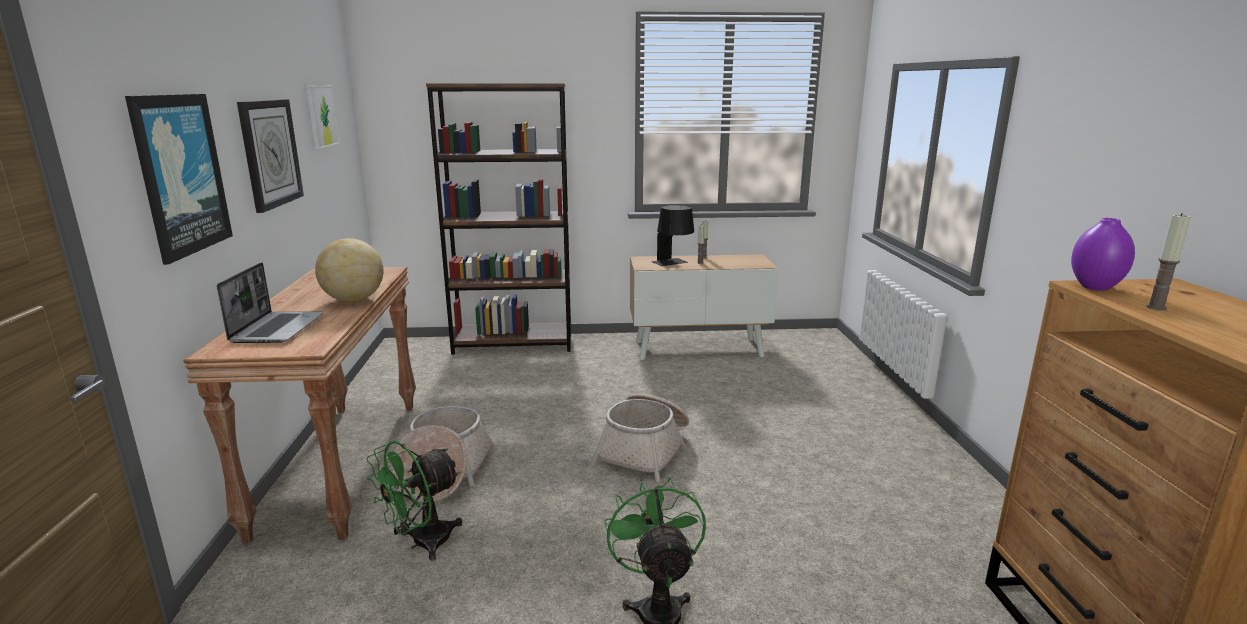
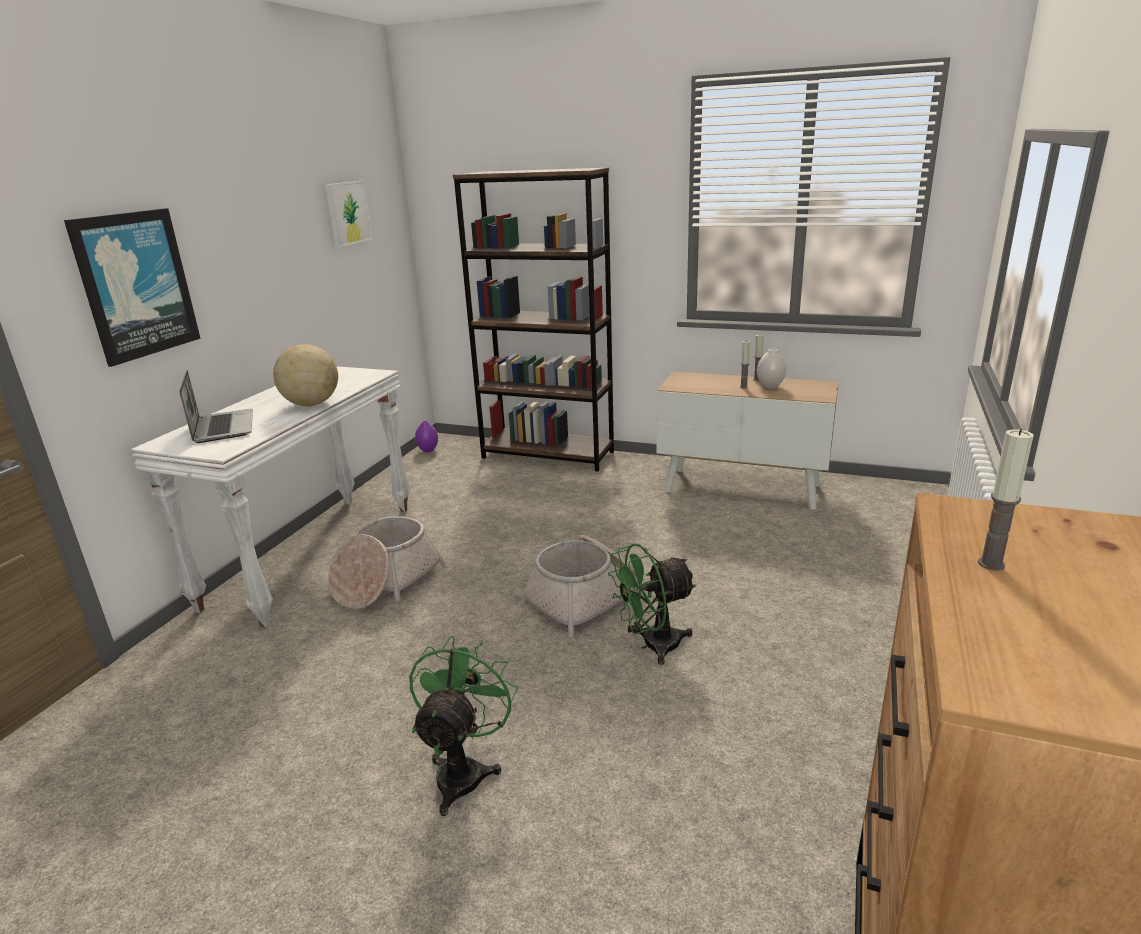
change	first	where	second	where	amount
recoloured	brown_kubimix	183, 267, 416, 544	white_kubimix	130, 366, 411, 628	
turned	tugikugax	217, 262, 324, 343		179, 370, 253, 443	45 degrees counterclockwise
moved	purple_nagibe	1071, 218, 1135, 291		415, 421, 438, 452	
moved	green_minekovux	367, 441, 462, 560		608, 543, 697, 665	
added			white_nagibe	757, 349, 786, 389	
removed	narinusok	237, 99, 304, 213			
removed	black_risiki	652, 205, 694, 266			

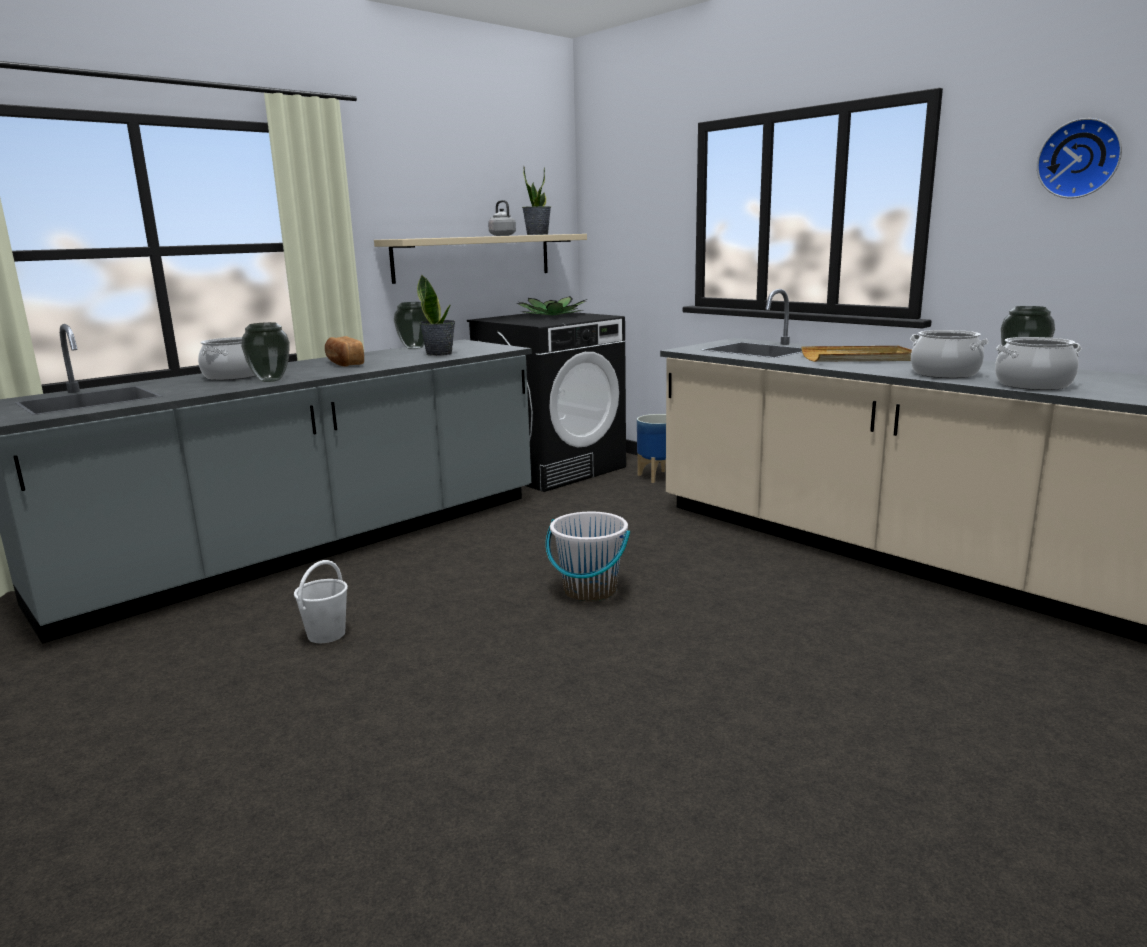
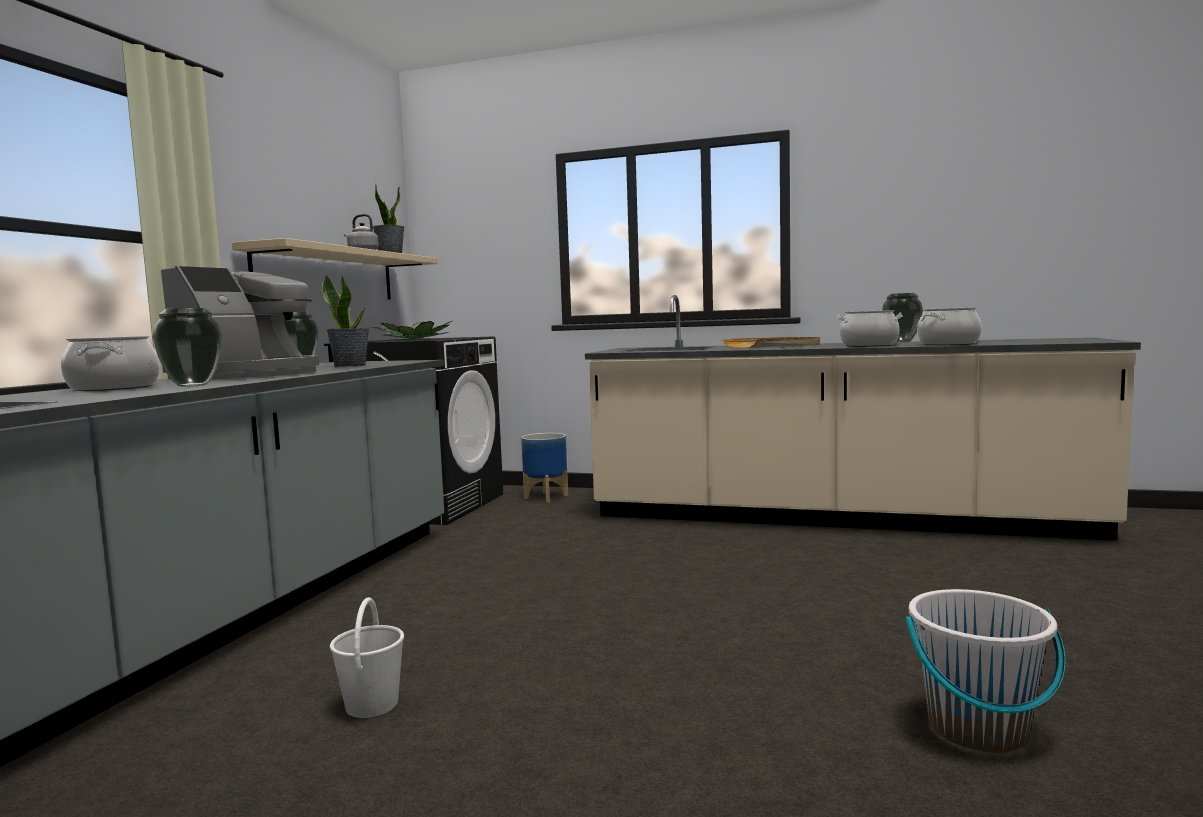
change	first	where	second	where	amount
replaced	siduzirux	325, 336, 364, 366	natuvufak	161, 266, 319, 379	
moved	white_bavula	546, 512, 630, 602		905, 589, 1066, 752	
removed	narinusok	1037, 118, 1122, 199			

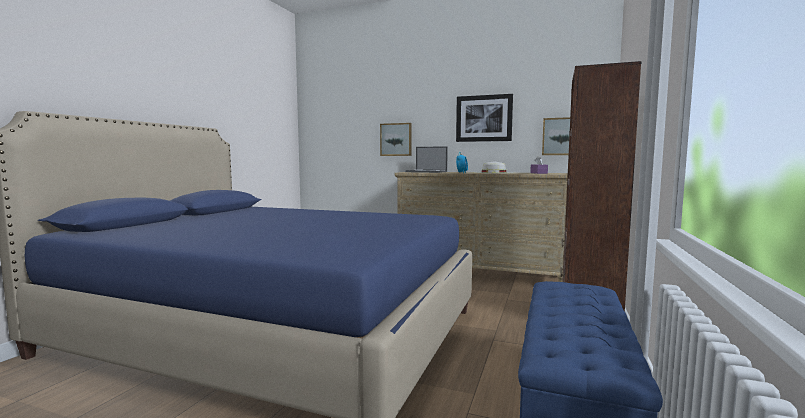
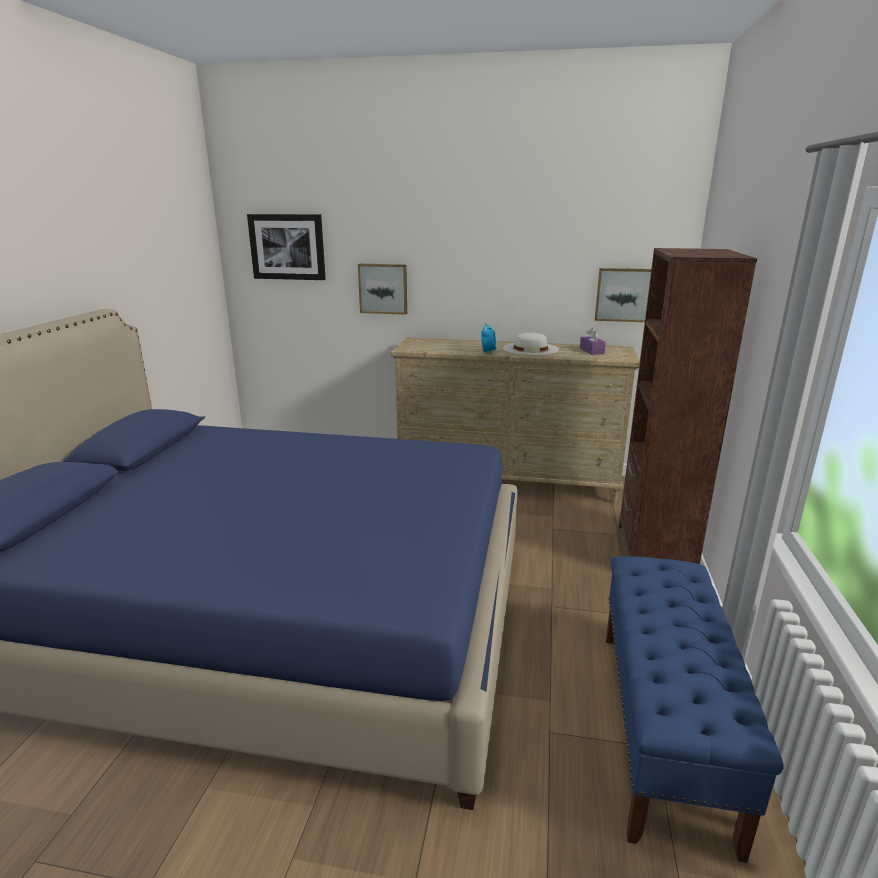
change	first	where	second	where	amount
moved	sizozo	456, 94, 513, 142		247, 214, 326, 280	
removed	tugikugax	405, 146, 448, 173			

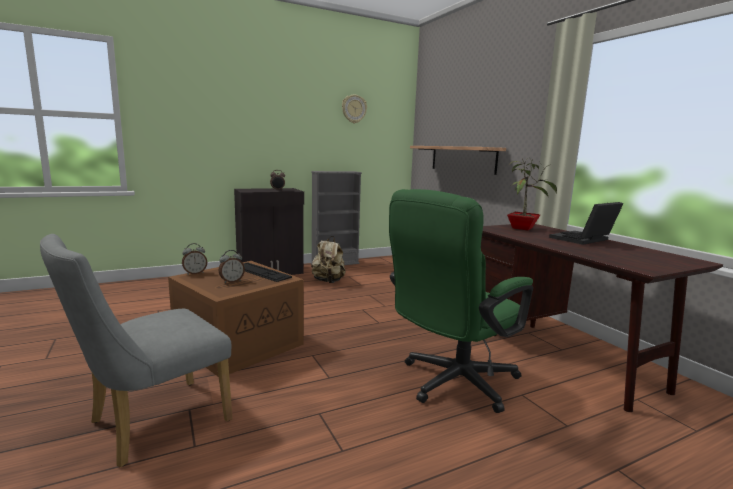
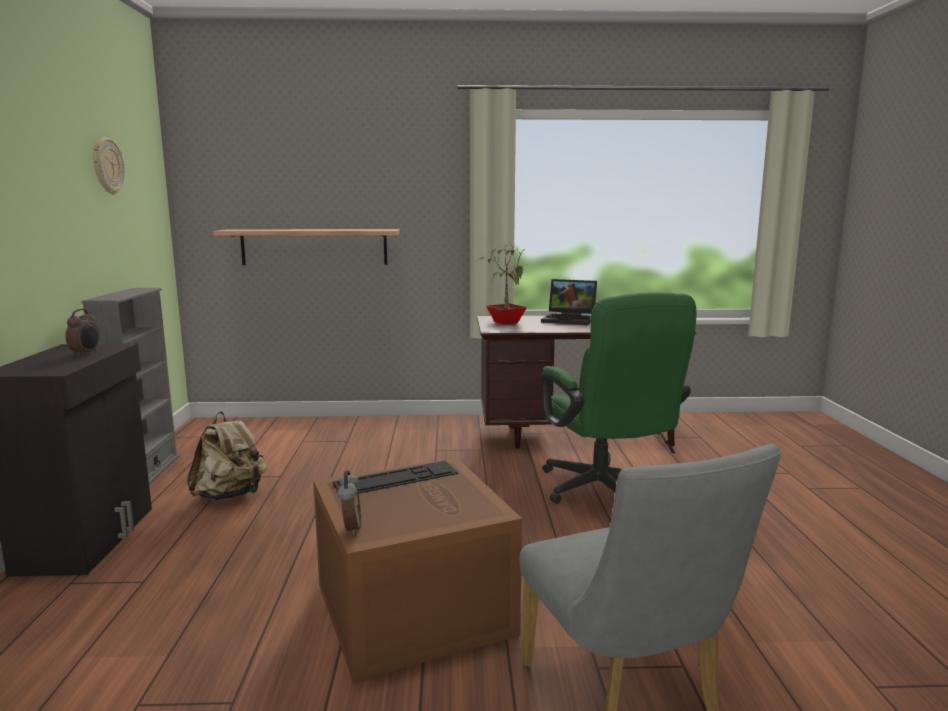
change	first	where	second	where	amount
turned	tugikugax	549, 202, 623, 245		541, 279, 597, 325	60 degrees counterclockwise
removed	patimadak	219, 250, 245, 283			

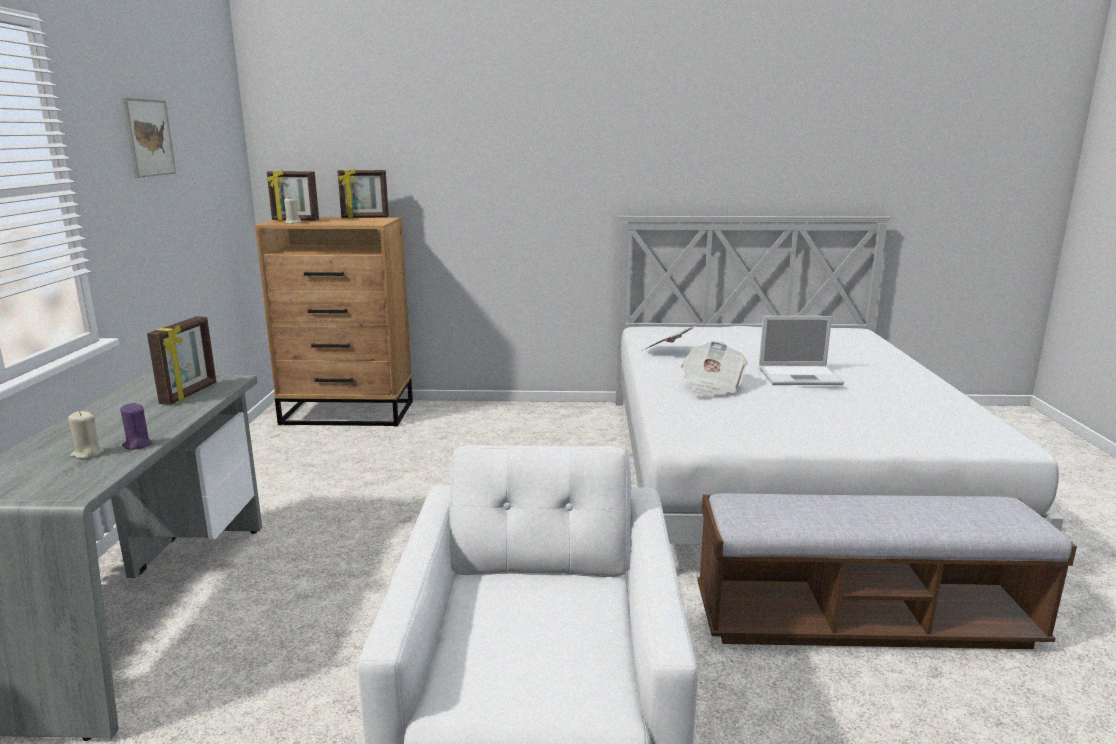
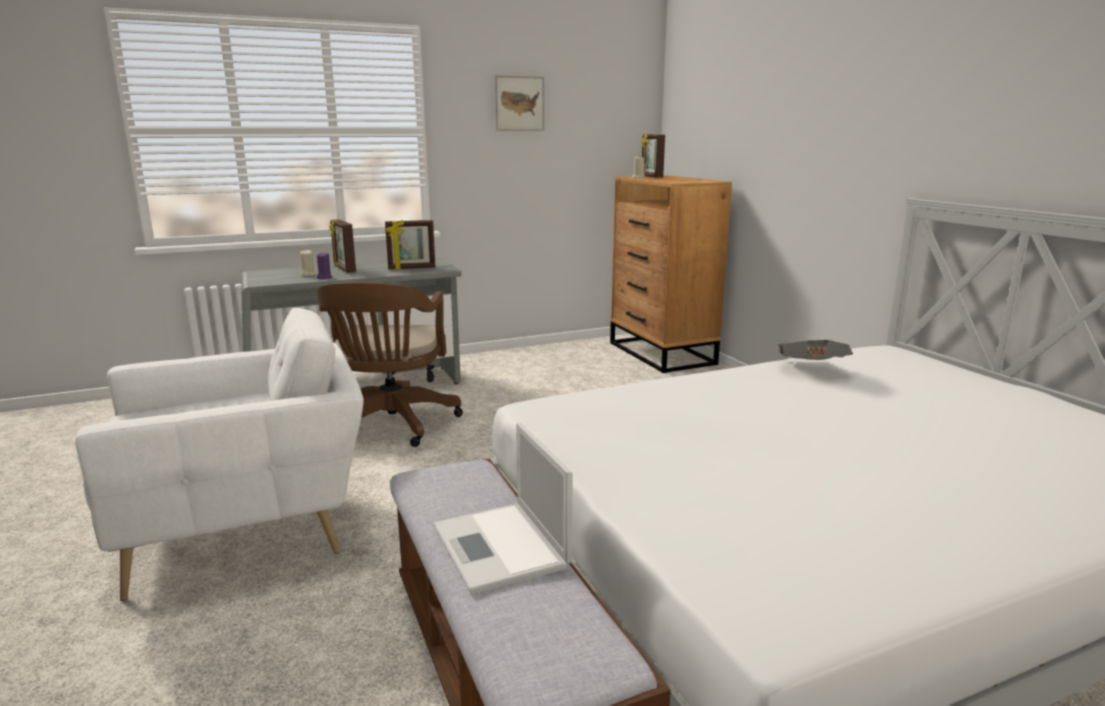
change	first	where	second	where	amount
added			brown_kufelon	316, 282, 463, 447	
moved	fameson	338, 169, 389, 219		329, 219, 356, 273	
moved	tugikugax	759, 316, 844, 385		433, 423, 573, 595	
removed	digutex	681, 341, 748, 397			

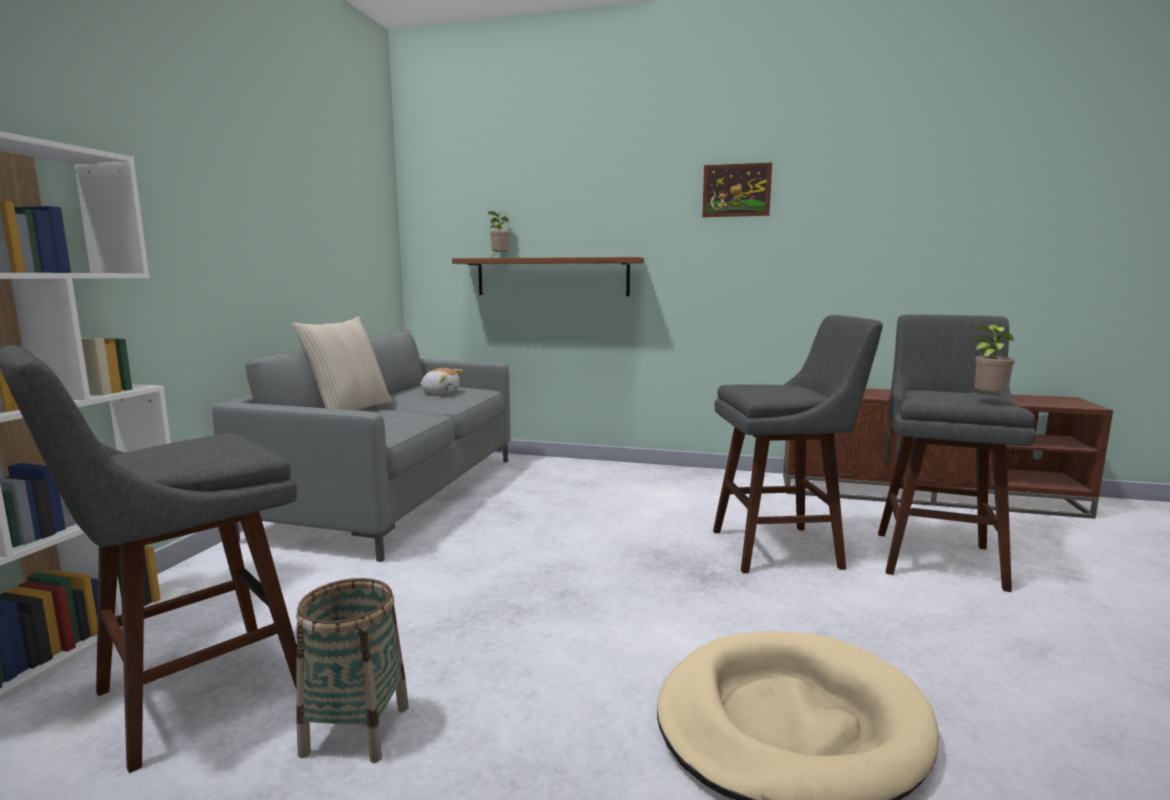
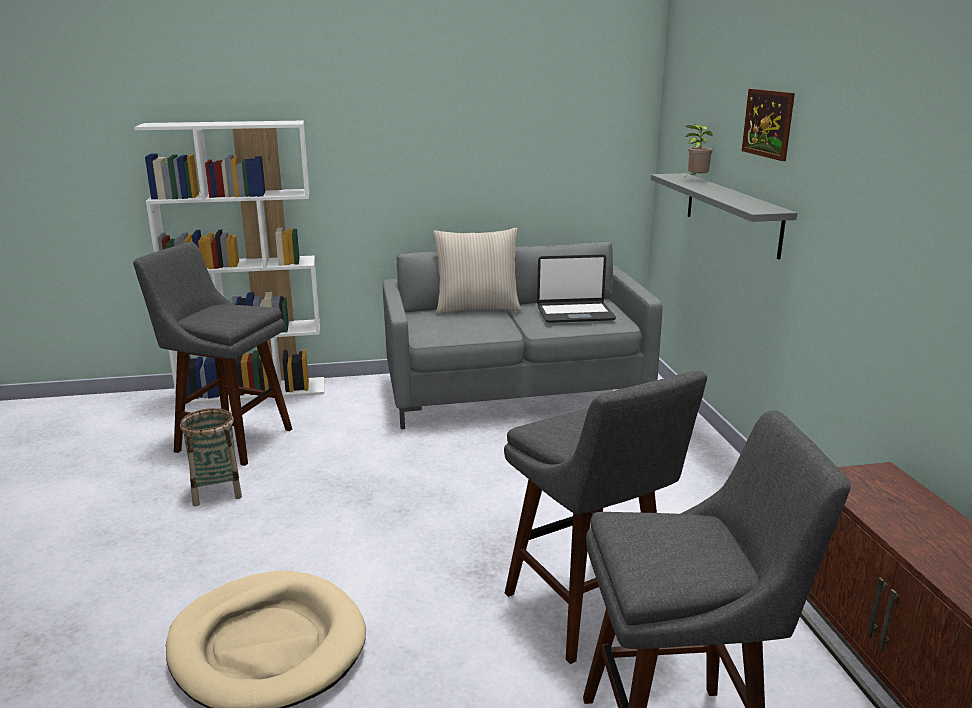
change	first	where	second	where	amount
replaced	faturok	420, 368, 463, 394	tugikugax	537, 254, 616, 323	
recoloured	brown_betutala	452, 257, 644, 296	grey_betutala	651, 173, 797, 259	
moved	sizozo	702, 162, 772, 217		742, 89, 795, 161	
removed	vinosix	966, 324, 1015, 398			

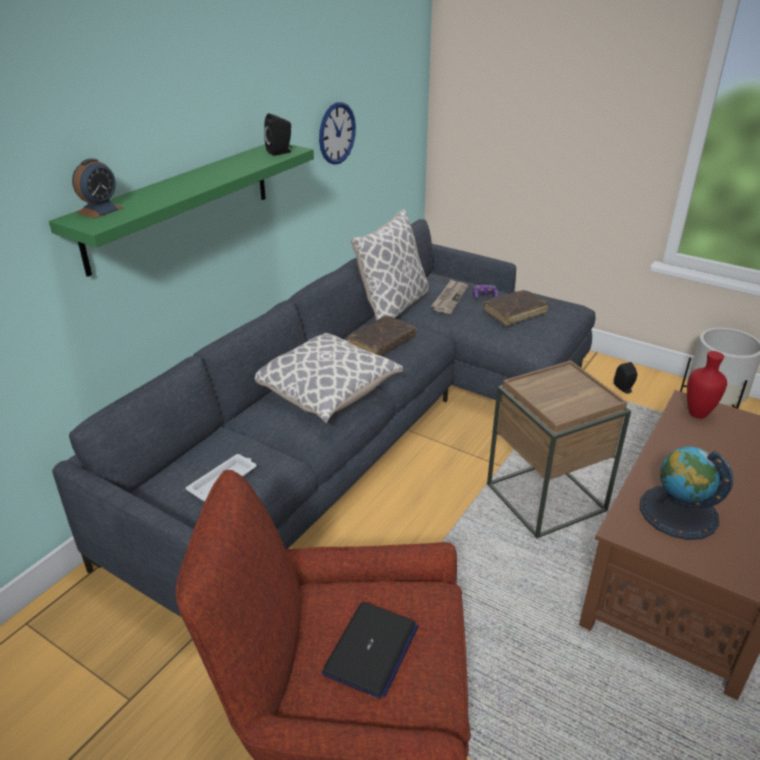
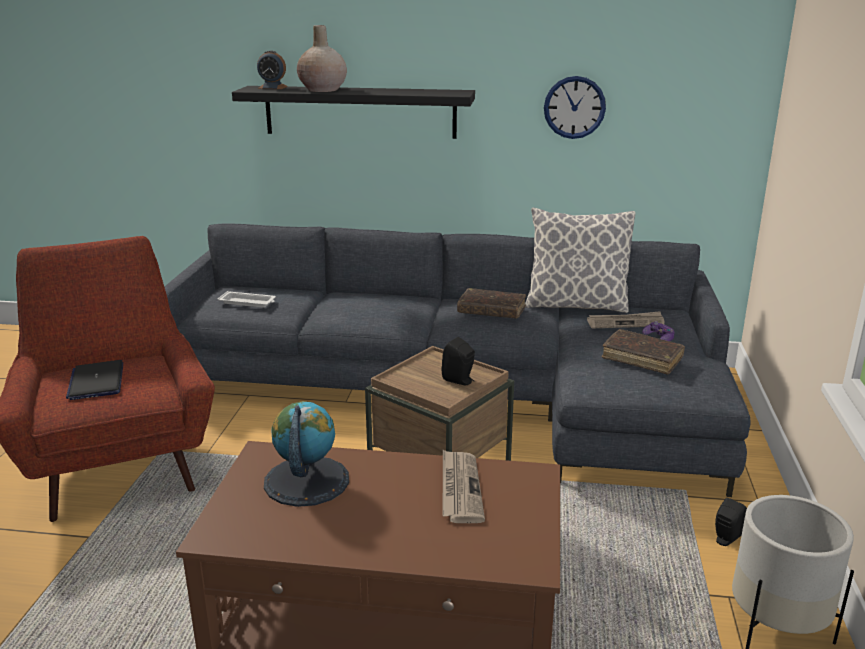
change	first	where	second	where	amount
turned	tugikugax	322, 602, 419, 699		66, 360, 123, 400	75 degrees clockwise
recoloured	green_betutala	49, 144, 314, 277	black_betutala	232, 86, 475, 139	
added			beige_nagibe	297, 25, 347, 92	
moved	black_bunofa	264, 113, 292, 156		442, 337, 475, 385	
added			digutex	443, 450, 485, 523	
removed	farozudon	255, 333, 403, 423			
removed	red_nagibe	687, 351, 727, 419			

